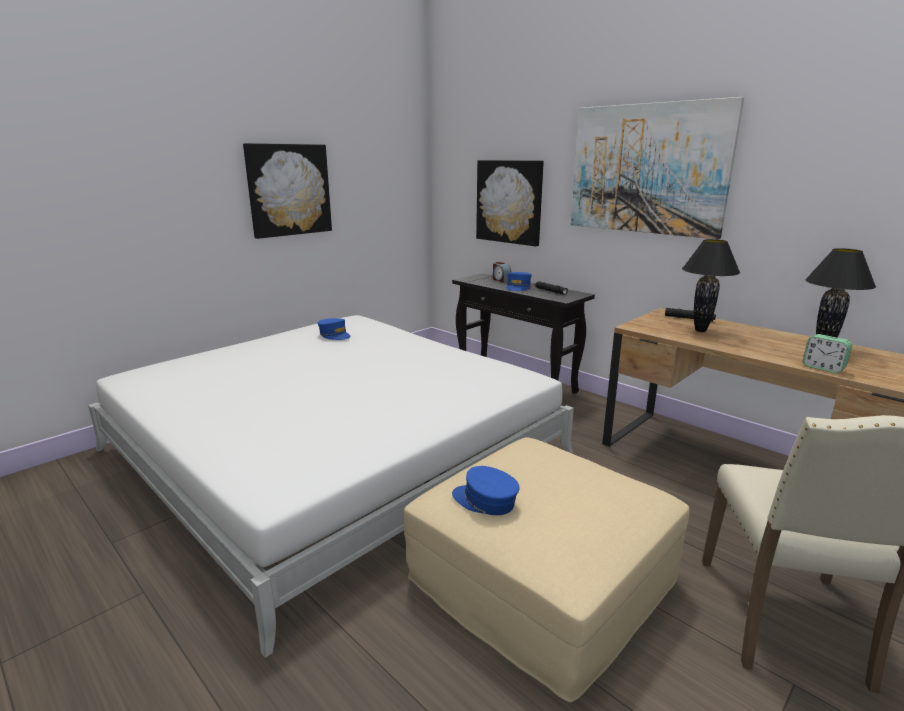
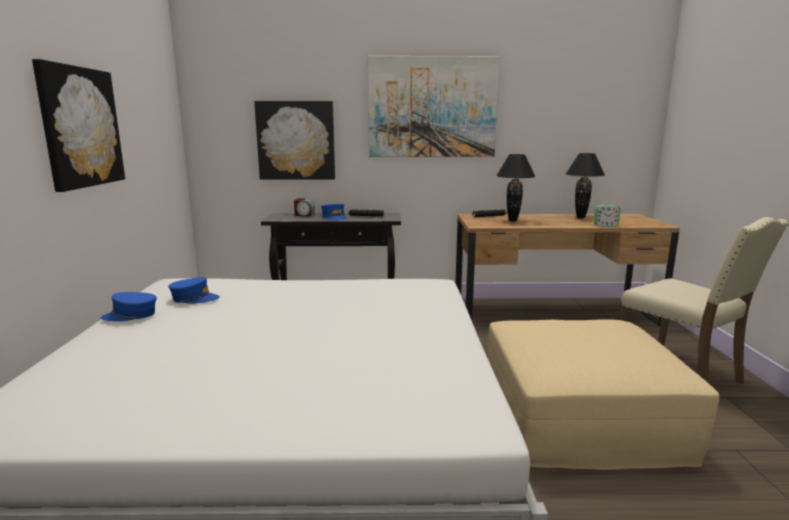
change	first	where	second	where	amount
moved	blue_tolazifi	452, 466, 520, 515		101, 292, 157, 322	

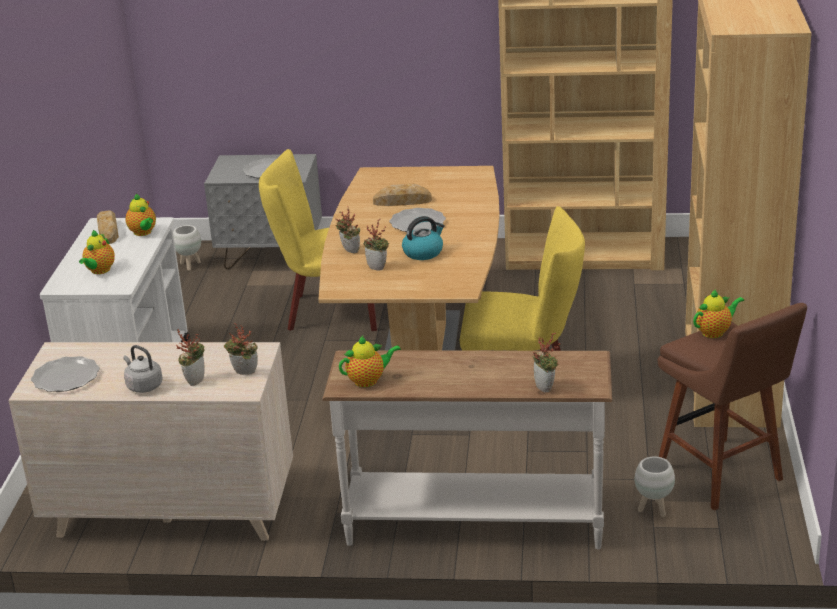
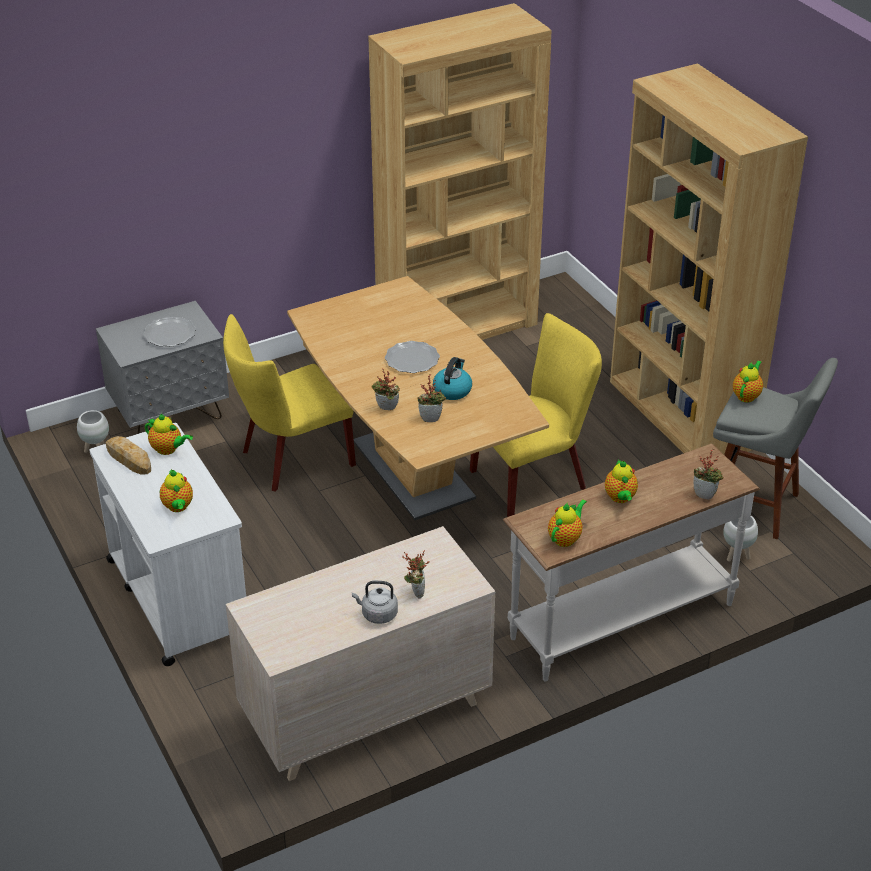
change	first	where	second	where	amount
added			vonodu	605, 459, 638, 503	
recoloured	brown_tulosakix	658, 303, 807, 511	grey_tulosakix	713, 358, 838, 539	
removed	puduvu	31, 356, 100, 392			
removed	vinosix	224, 323, 258, 375			
removed	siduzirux	373, 184, 432, 206			

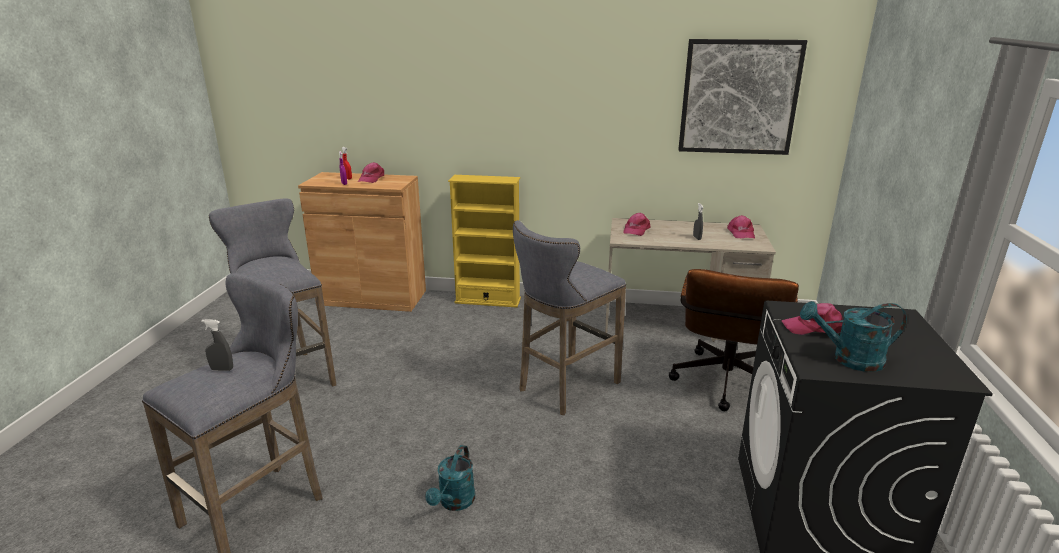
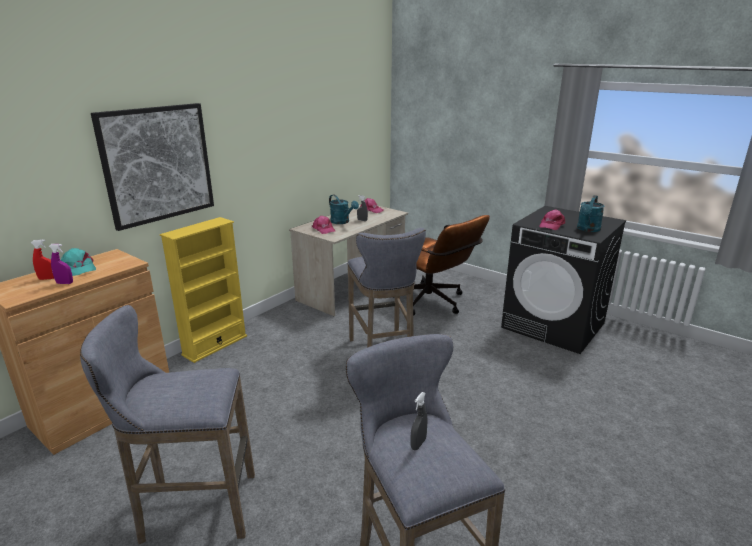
change	first	where	second	where	amount
recoloured	pink_tolazifi	358, 162, 385, 183	turquoise_tolazifi	61, 248, 96, 276	
moved	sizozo	678, 39, 807, 155		91, 103, 214, 231	
moved	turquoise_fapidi	425, 445, 475, 511		329, 195, 359, 224	

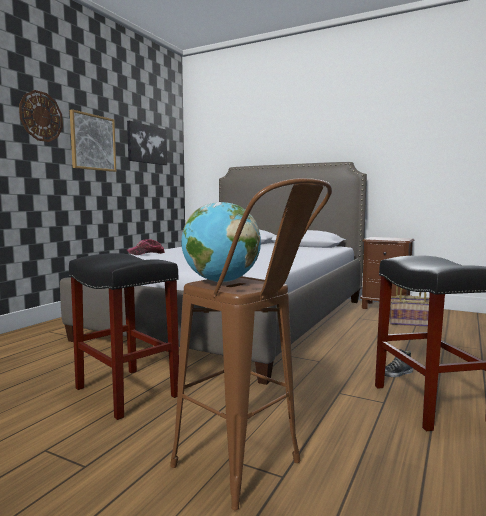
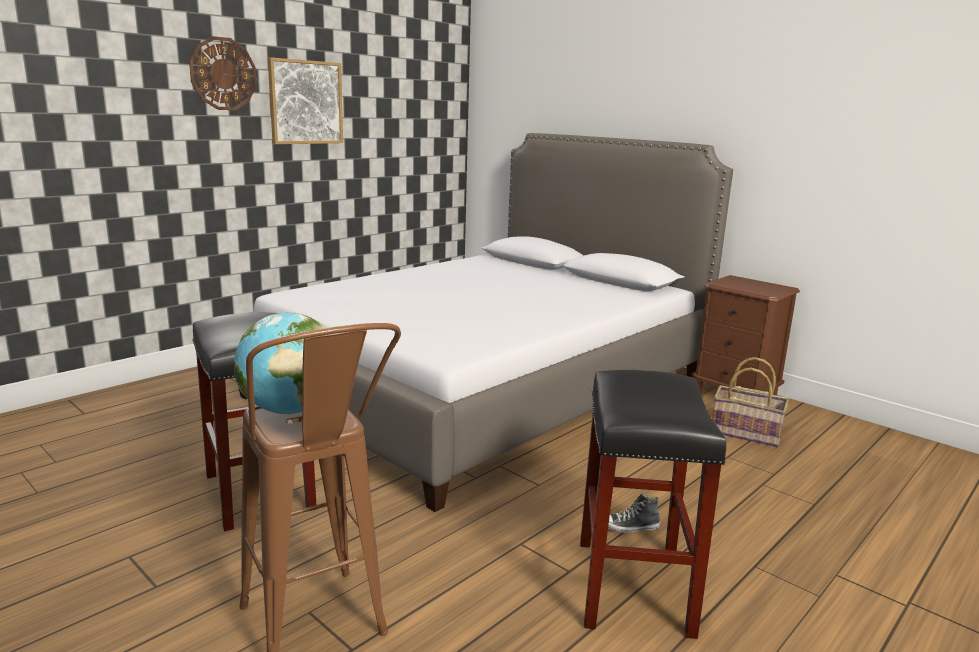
change	first	where	second	where	amount
removed	tolazifi	126, 239, 165, 255			
removed	sizozo	127, 121, 167, 165			

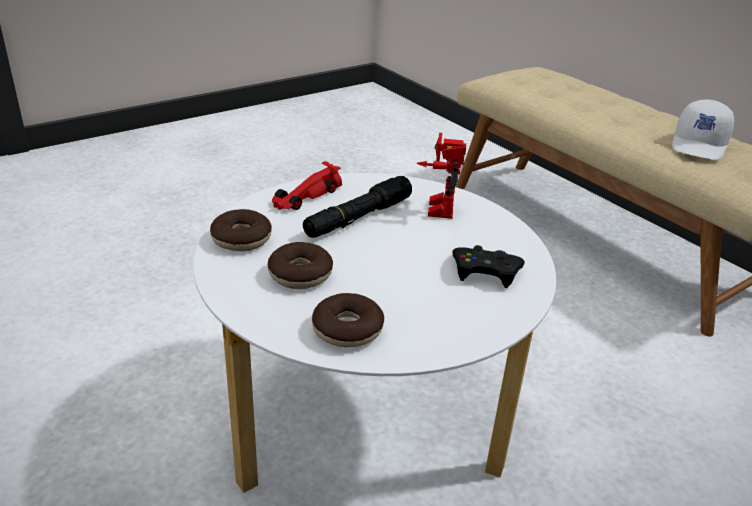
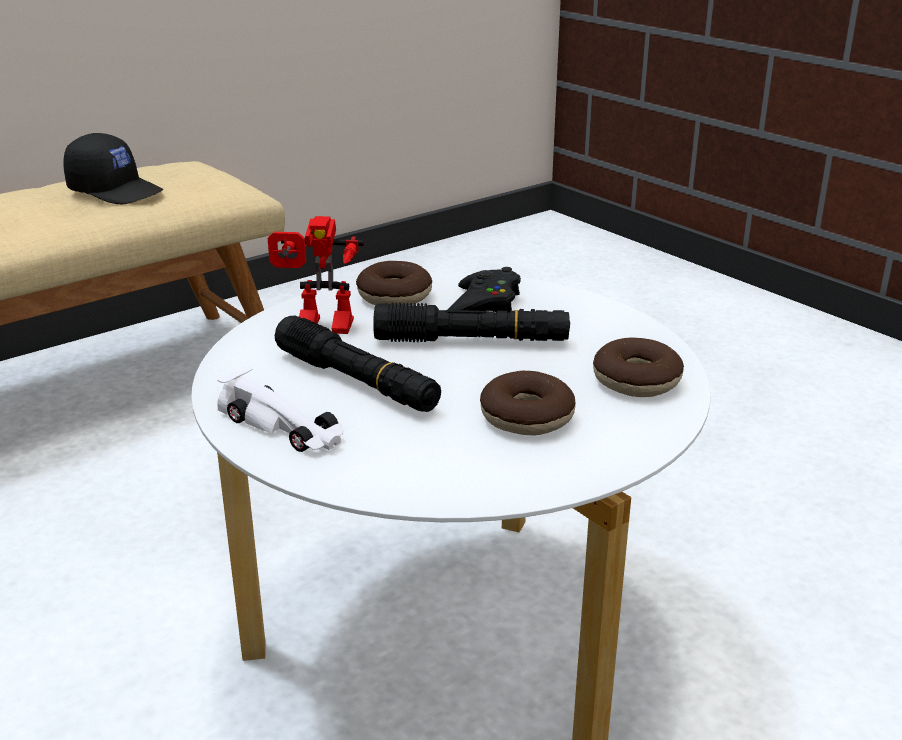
change	first	where	second	where	amount
recoloured	white_tolazifi	672, 100, 734, 160	black_tolazifi	63, 133, 163, 205	
recoloured	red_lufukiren	272, 161, 342, 210	white_lufukiren	217, 365, 343, 452	
moved	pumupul	210, 209, 272, 251		356, 261, 432, 306	
added			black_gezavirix	373, 302, 570, 342	

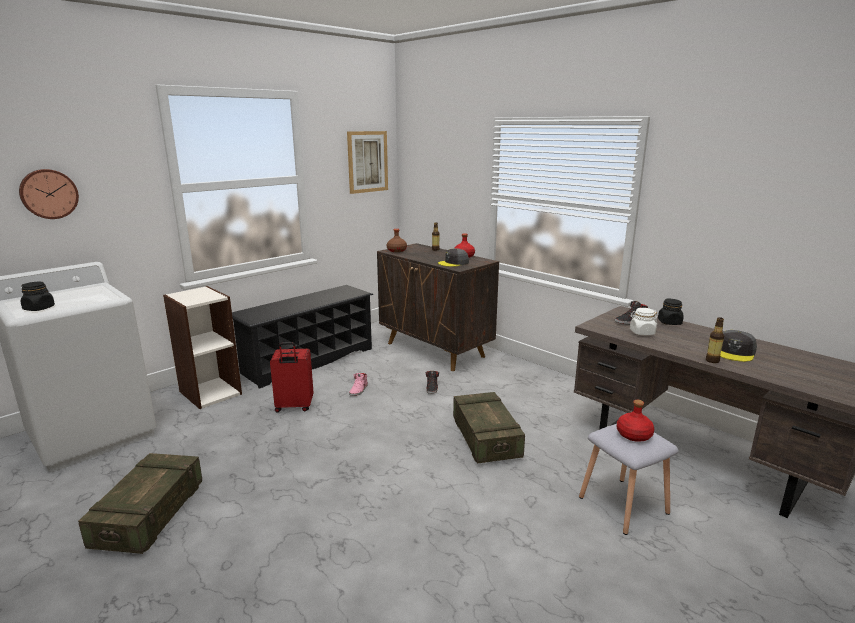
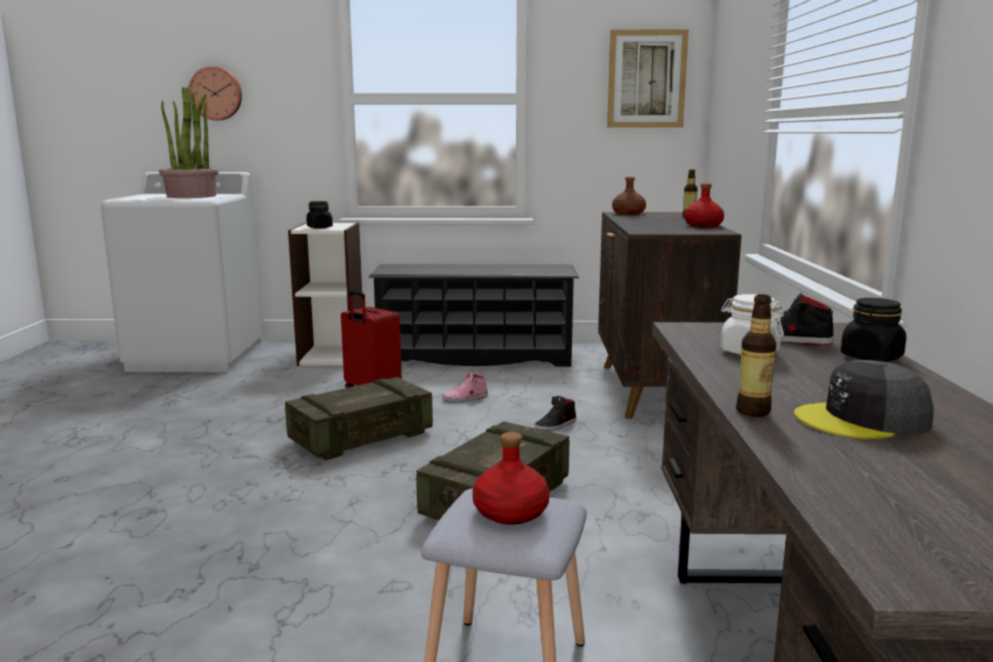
change	first	where	second	where	amount
added			vinosix	159, 87, 219, 198	
moved	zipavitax	78, 453, 202, 554		285, 377, 433, 460	
moved	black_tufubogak	20, 282, 55, 311		306, 201, 333, 229	
removed	grey_tolazifi	438, 248, 469, 267			

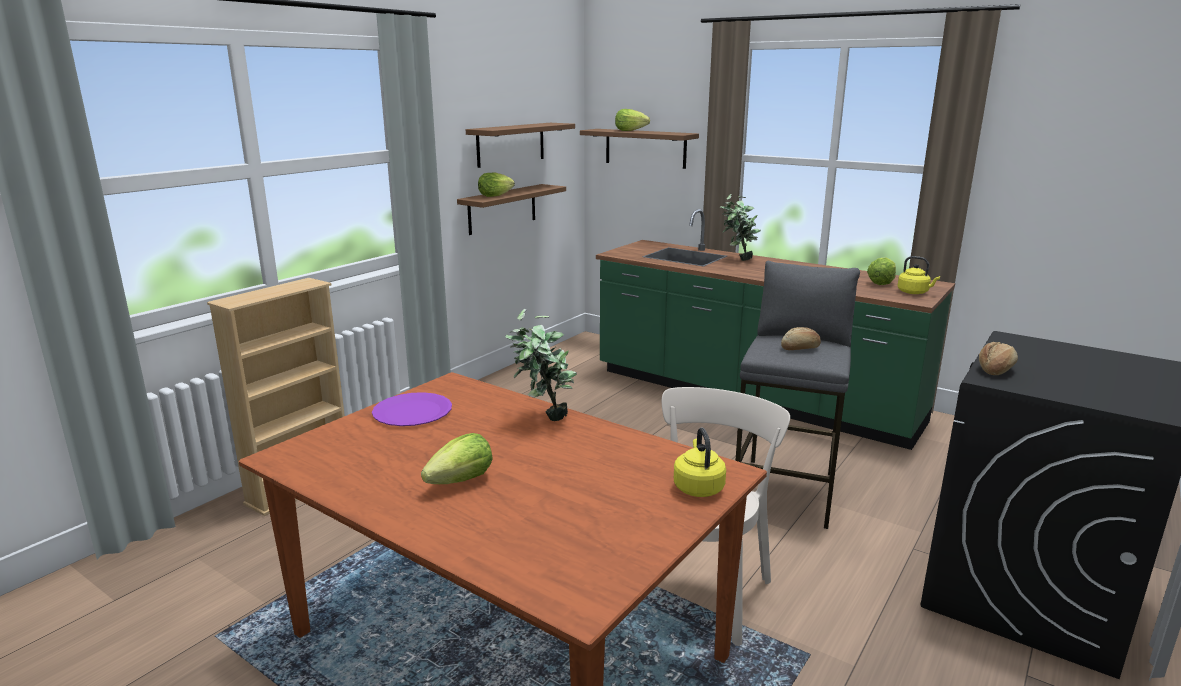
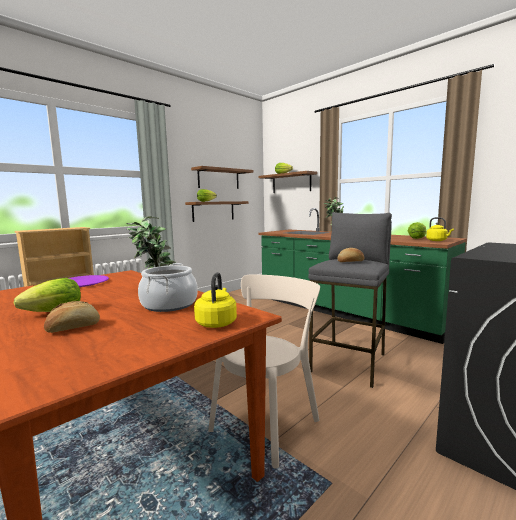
change	first	where	second	where	amount
moved	siduzirux	979, 342, 1018, 375		44, 301, 100, 333	
added			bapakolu	138, 263, 198, 312	

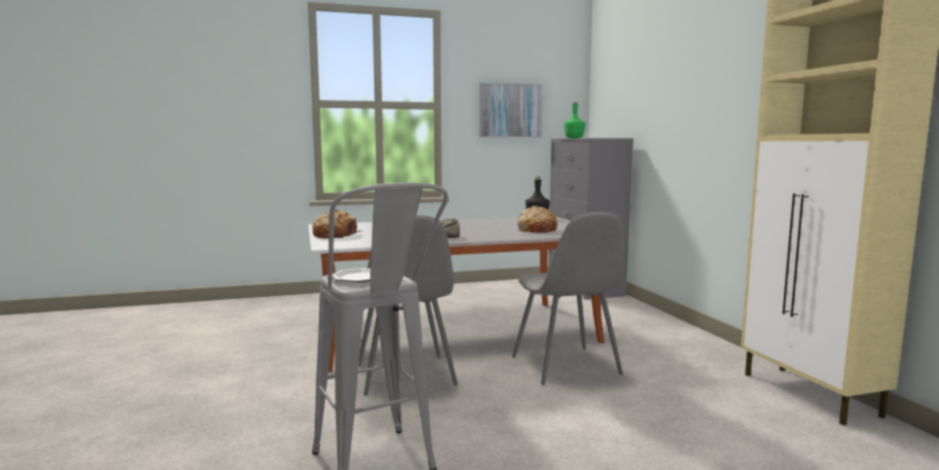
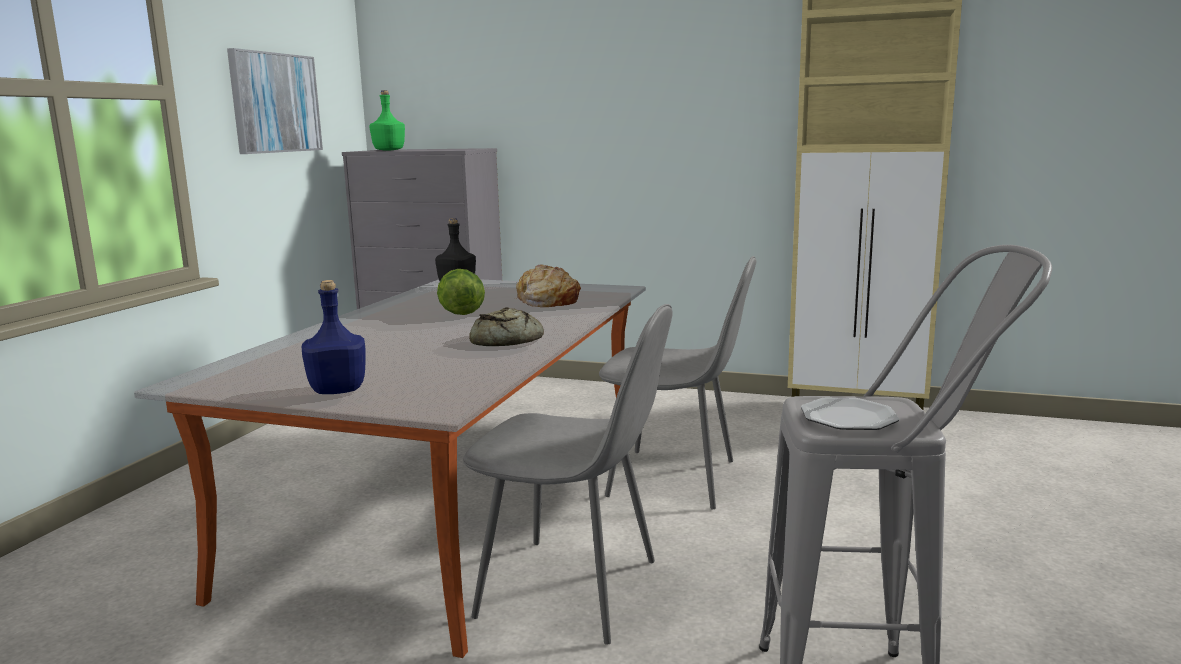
change	first	where	second	where	amount
replaced	siduzirux	312, 210, 362, 239	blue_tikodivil	302, 280, 365, 394	
added			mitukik	437, 269, 485, 315	

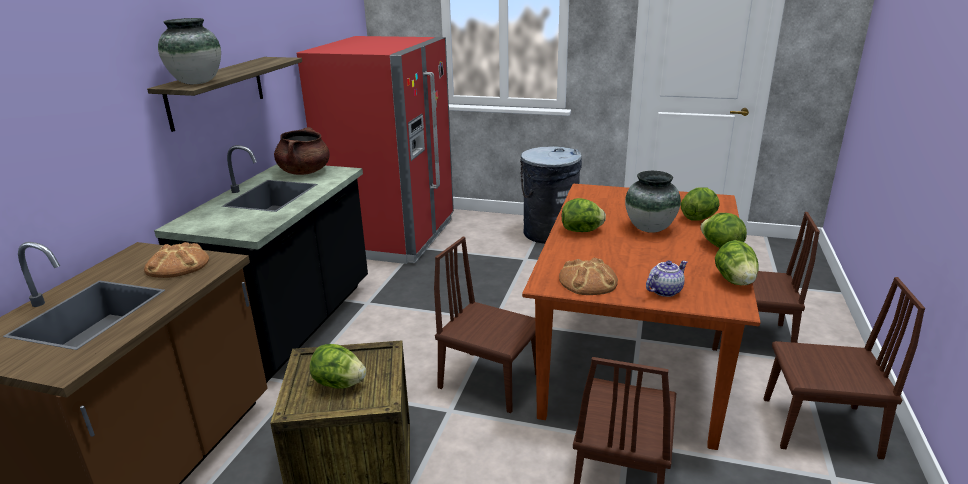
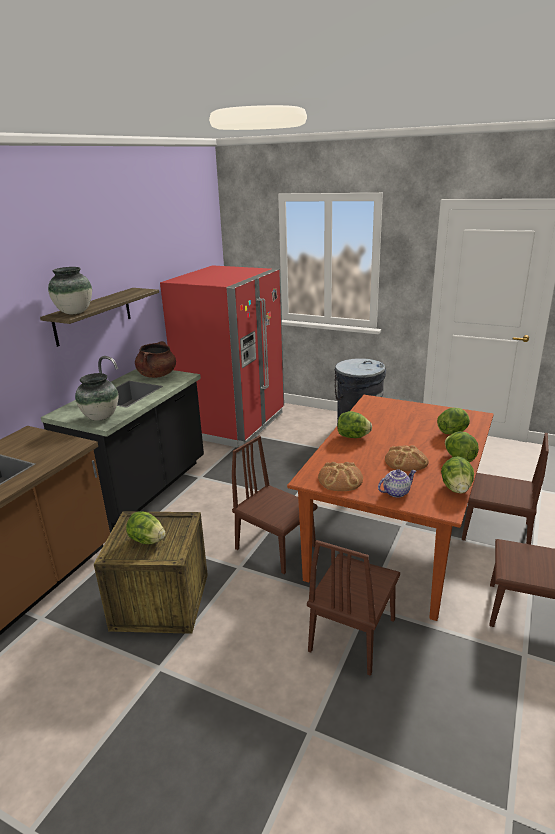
change	first	where	second	where	amount
moved	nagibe	625, 171, 681, 233		75, 373, 118, 421	
moved	siduzirux	144, 242, 209, 278		385, 445, 429, 471	

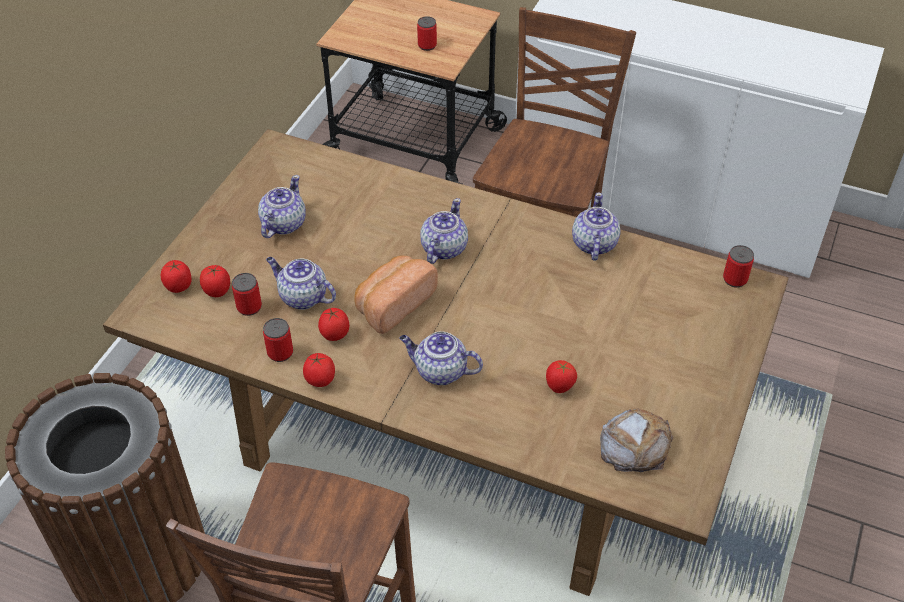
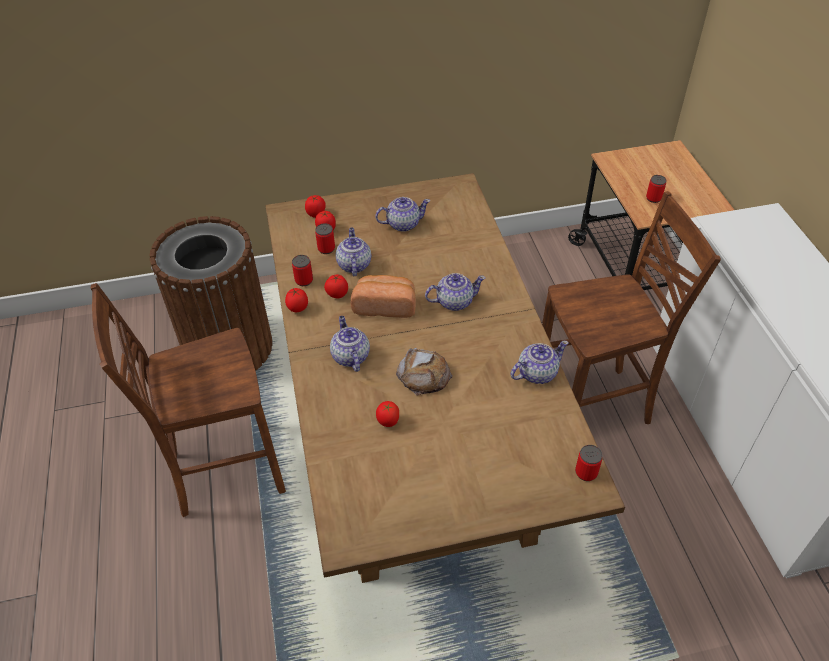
change	first	where	second	where	amount
moved	siduzirux	600, 408, 673, 472		396, 348, 453, 395	

